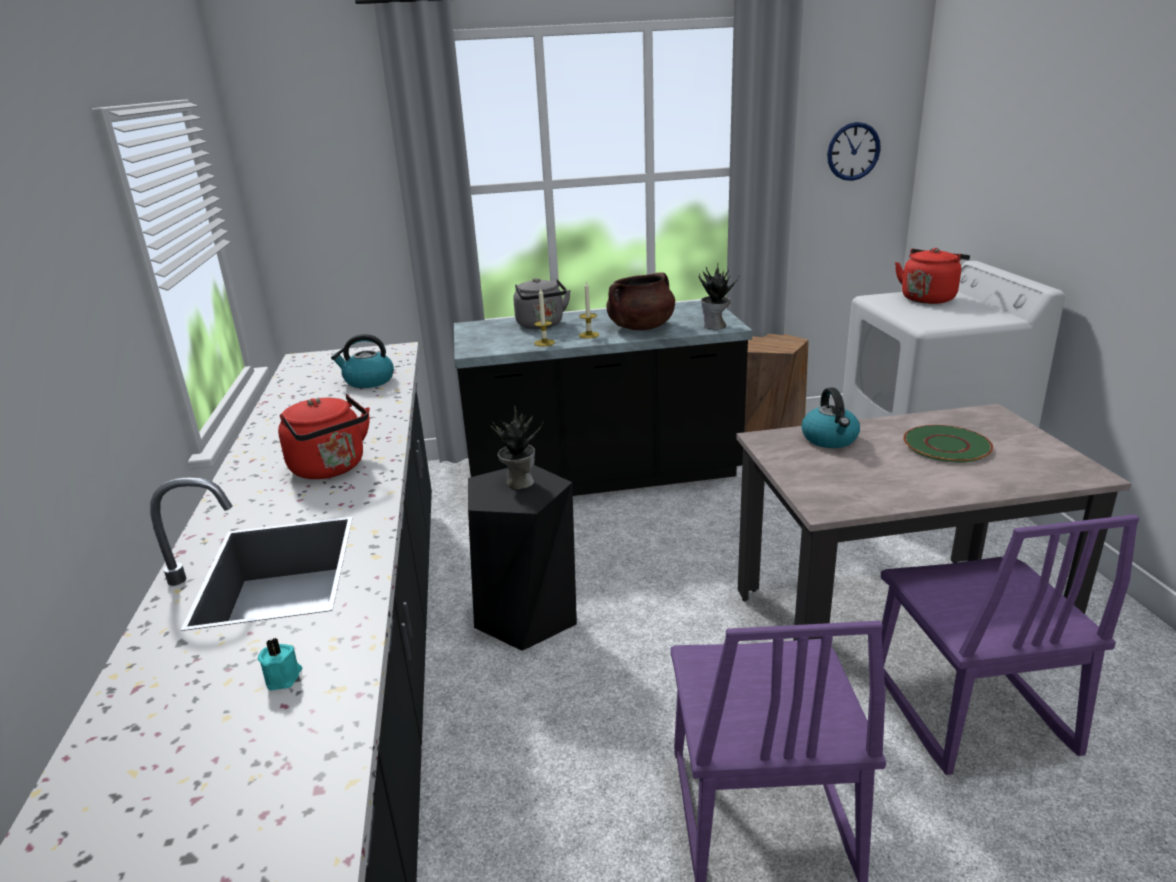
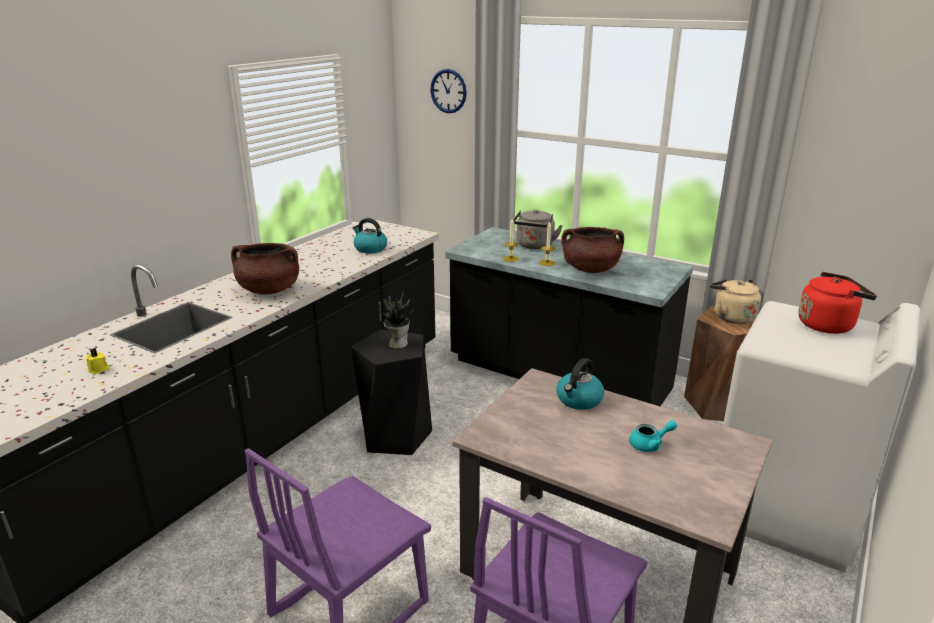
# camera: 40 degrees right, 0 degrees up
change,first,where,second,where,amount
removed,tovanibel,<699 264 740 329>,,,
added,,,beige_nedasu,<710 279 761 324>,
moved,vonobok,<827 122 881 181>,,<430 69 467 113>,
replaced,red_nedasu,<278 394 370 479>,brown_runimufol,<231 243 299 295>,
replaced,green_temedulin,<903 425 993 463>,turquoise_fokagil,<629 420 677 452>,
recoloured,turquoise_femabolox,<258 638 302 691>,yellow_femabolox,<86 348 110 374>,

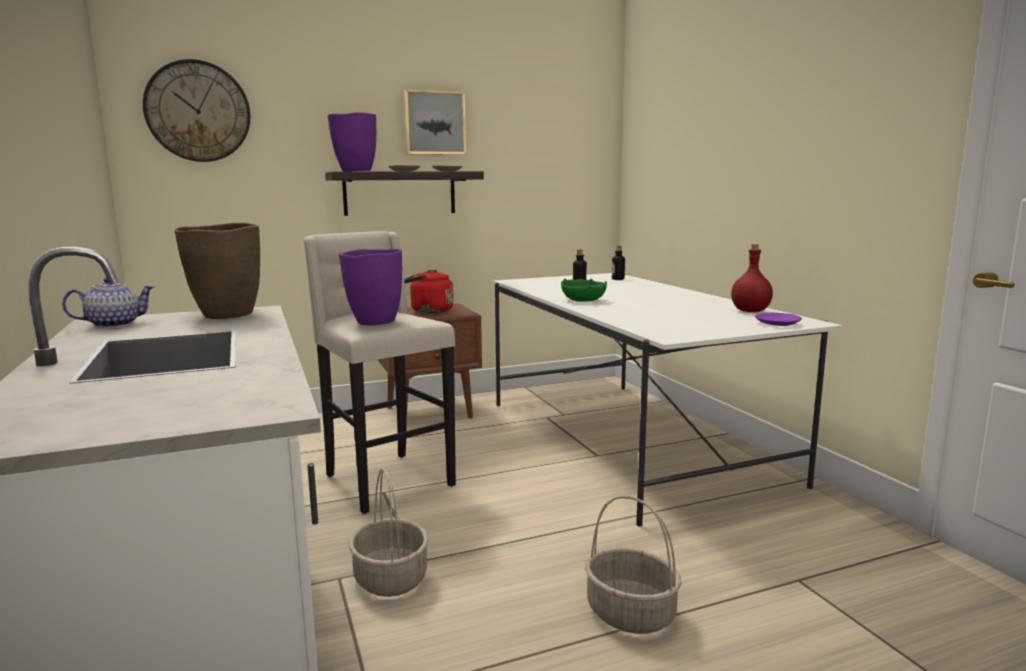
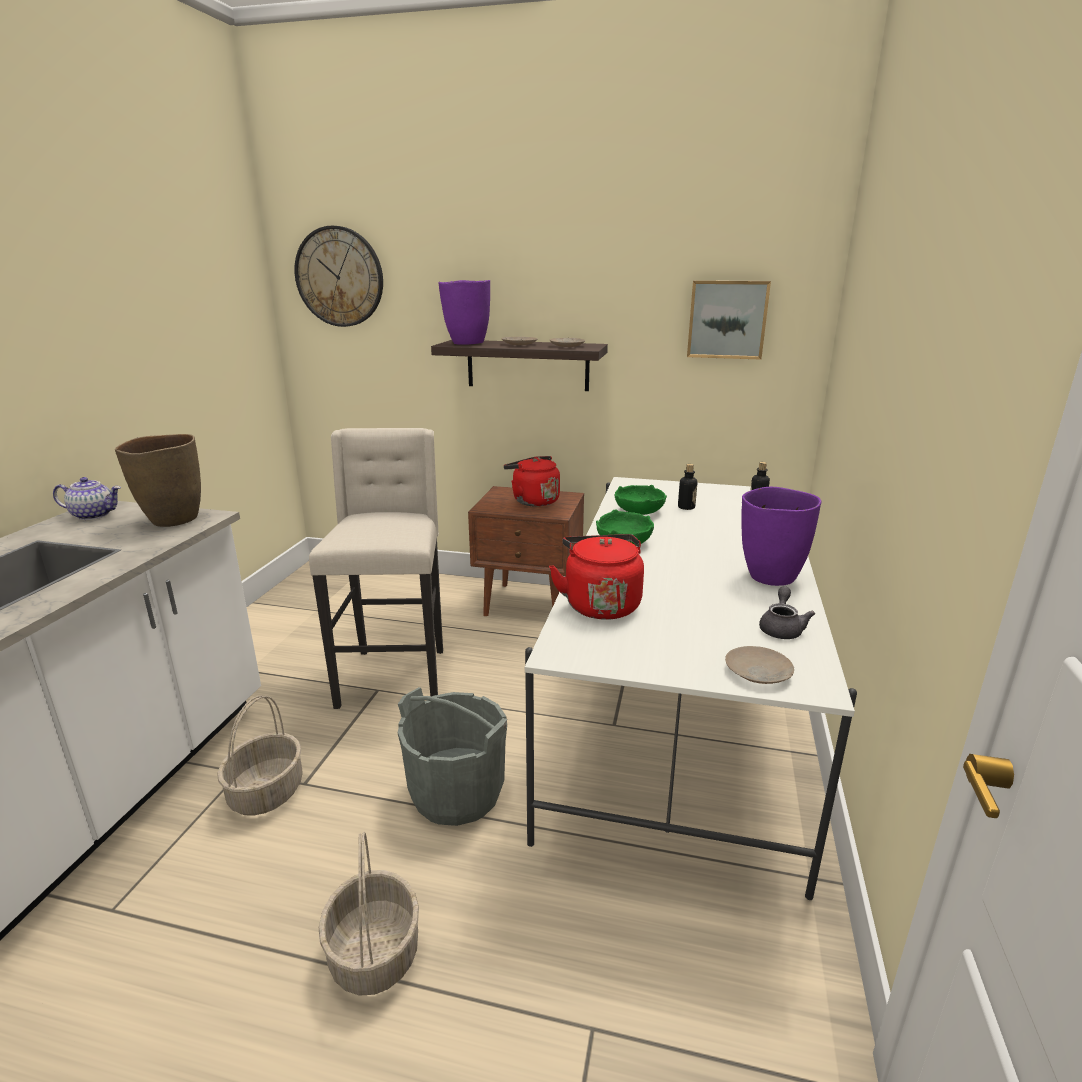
# camera: 35 degrees right, 10 degrees up
change,first,where,second,where,amount
added,,,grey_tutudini,<398 687 507 826>,
added,,,red_nedasu,<549 534 644 620>,
added,,,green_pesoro,<614 485 667 515>,
moved,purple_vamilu,<339 249 402 325>,,<741 487 821 586>,
moved,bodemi,<404 89 466 155>,,<687 280 771 360>,
replaced,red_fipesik,<731 244 773 312>,grey_fokagil,<759 586 815 639>,
recoloured,purple_temedulin,<755 313 802 326>,beige_temedulin,<725 646 794 684>,

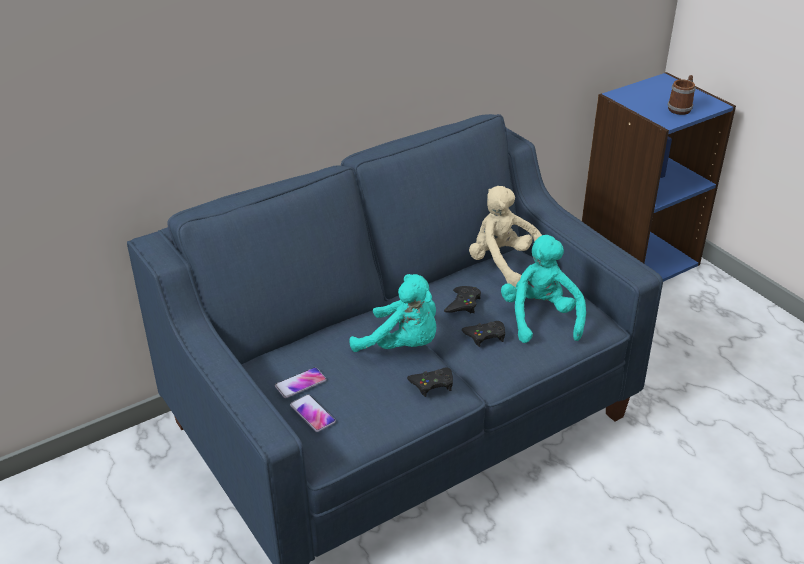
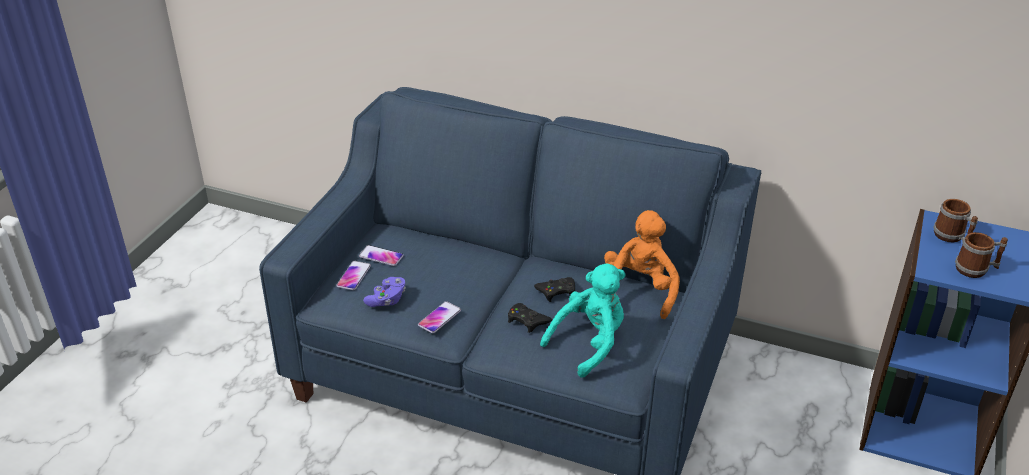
# camera: 55 degrees right, 0 degrees up
change,first,where,second,where,amount
removed,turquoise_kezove,<350 274 436 352>,,,
added,,,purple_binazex,<363 277 406 307>,
added,,,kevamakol,<933 199 978 242>,
replaced,black_binazex,<407 367 453 397>,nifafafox,<418 301 461 333>,
recoloured,beige_kezove,<469 186 542 287>,orange_kezove,<604 210 680 319>,

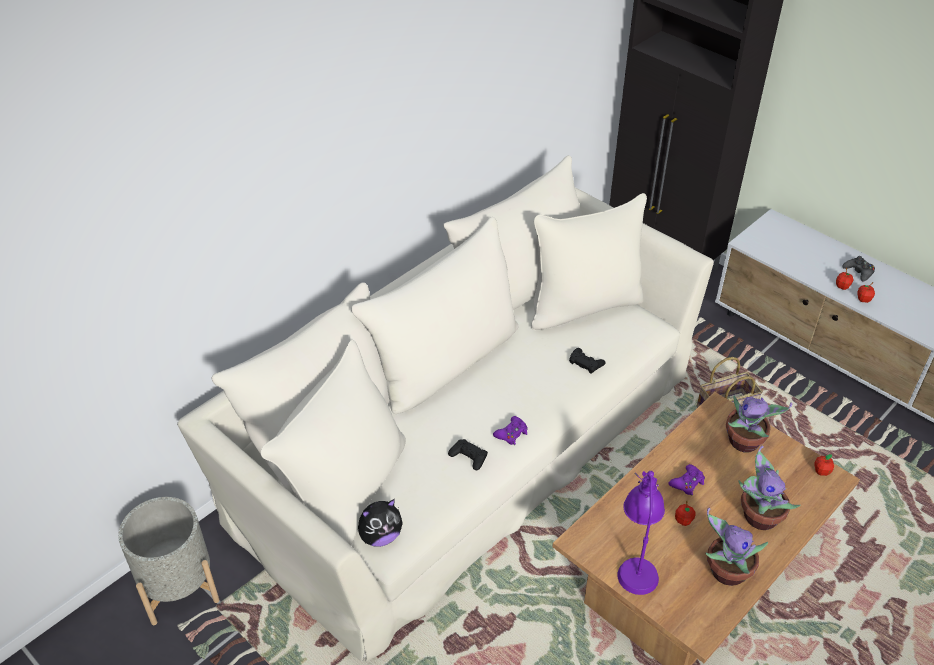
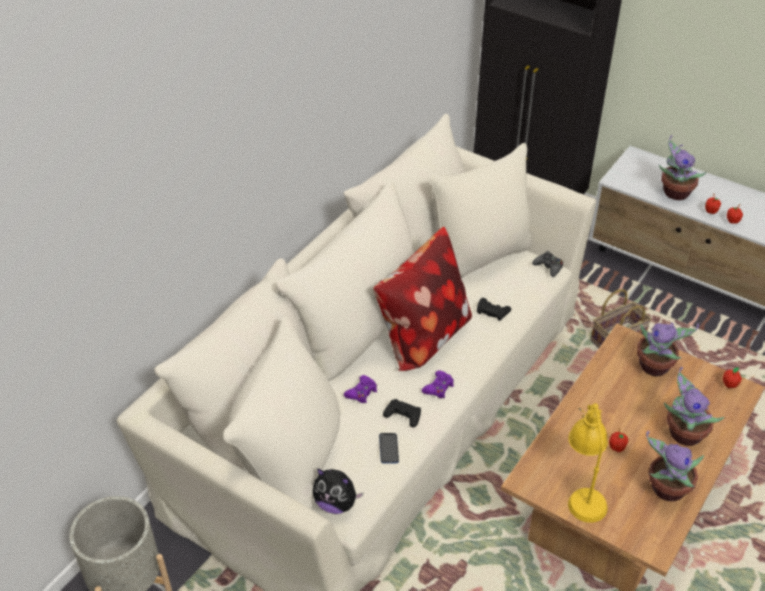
# camera: 10 degrees left, 0 degrees up
change,first,where,second,where,amount
added,,,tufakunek,<373 227 472 371>,
added,,,nifafafox,<379 433 399 463>,
added,,,tovanibel,<659 135 707 200>,
moved,purple_binazex,<669 464 705 496>,,<344 375 377 403>,
moved,black_binazex,<842 256 875 282>,,<532 251 563 277>,
recoloured,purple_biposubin,<617 471 665 595>,yellow_biposubin,<568 403 608 523>,
turned,kezove,<358 499 403 547>,,<313 468 364 514>,60 degrees clockwise

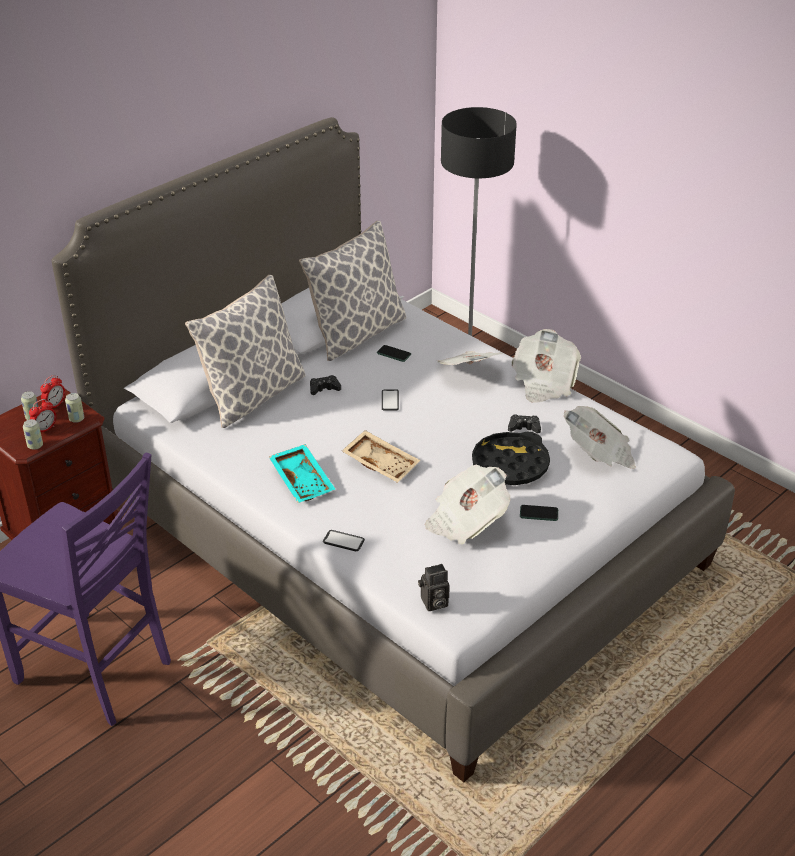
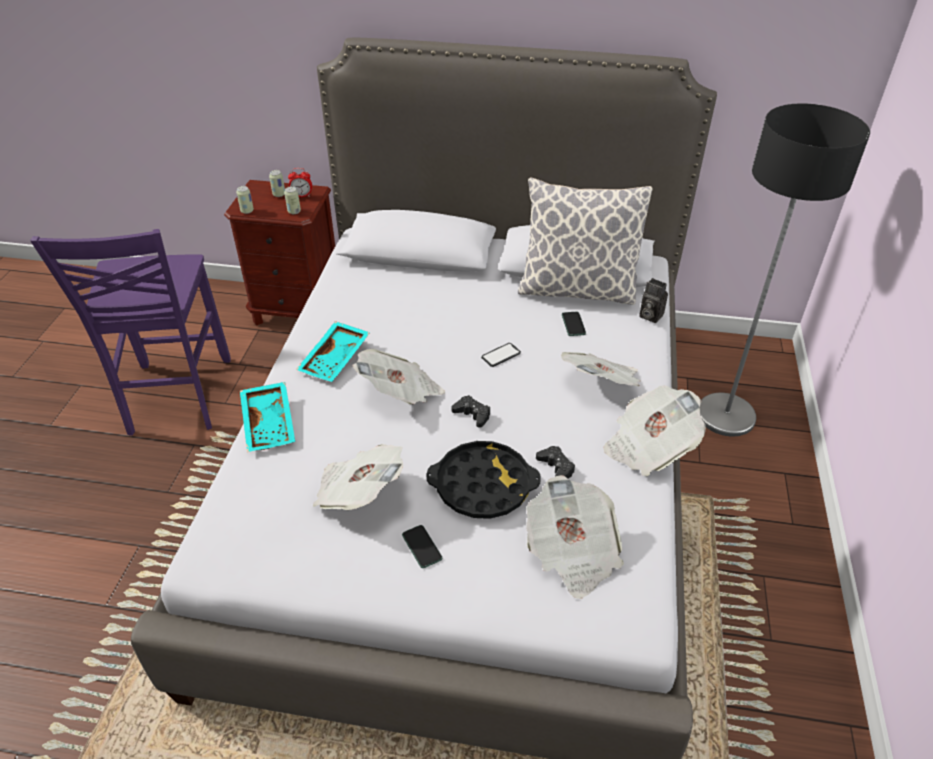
# camera: 55 degrees right, 5 degrees up
change,first,where,second,where,amount
removed,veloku,<29 399 56 432>,,,
removed,tufakunek,<185 275 306 428>,,,
moved,black_binazex,<310 375 341 395>,,<452 395 490 428>,
moved,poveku,<418 564 450 611>,,<639 278 668 323>,
replaced,nifafafox,<323 530 365 551>,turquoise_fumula,<240 382 295 452>,
replaced,beige_fumula,<342 430 420 483>,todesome,<352 349 445 405>,

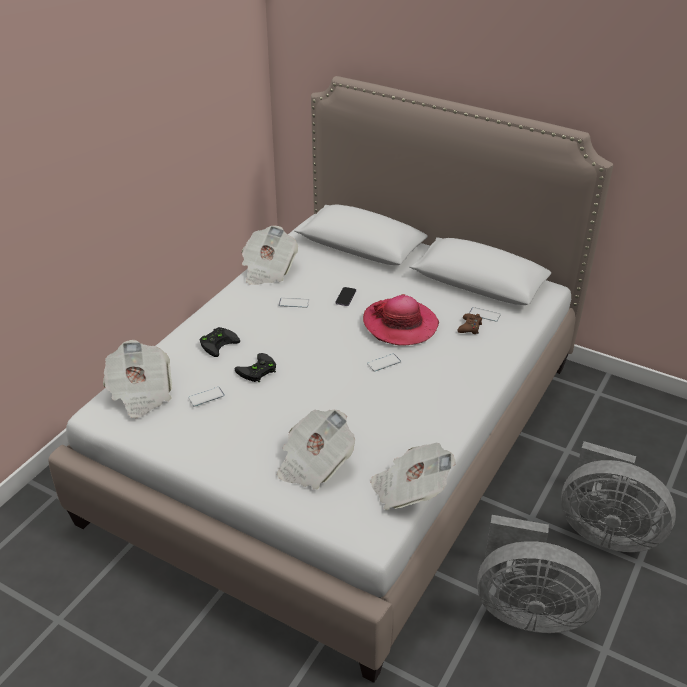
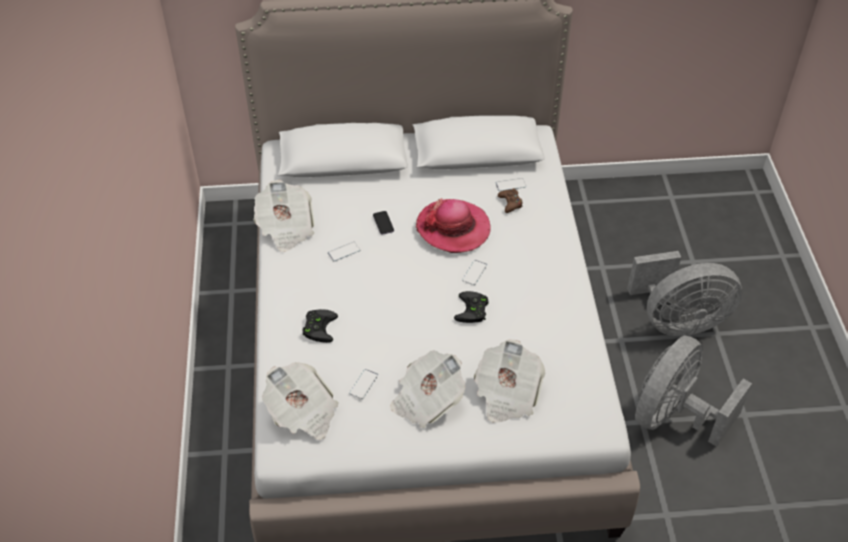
# camera: 35 degrees left, 10 degrees up
change,first,where,second,where,amount
moved,black_binazex,<235 353 276 382>,,<454 291 489 323>,
moved,todesome,<370 443 455 510>,,<390 350 465 428>,
turned,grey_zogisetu,<477 515 601 633>,,<635 335 752 447>,150 degrees clockwise

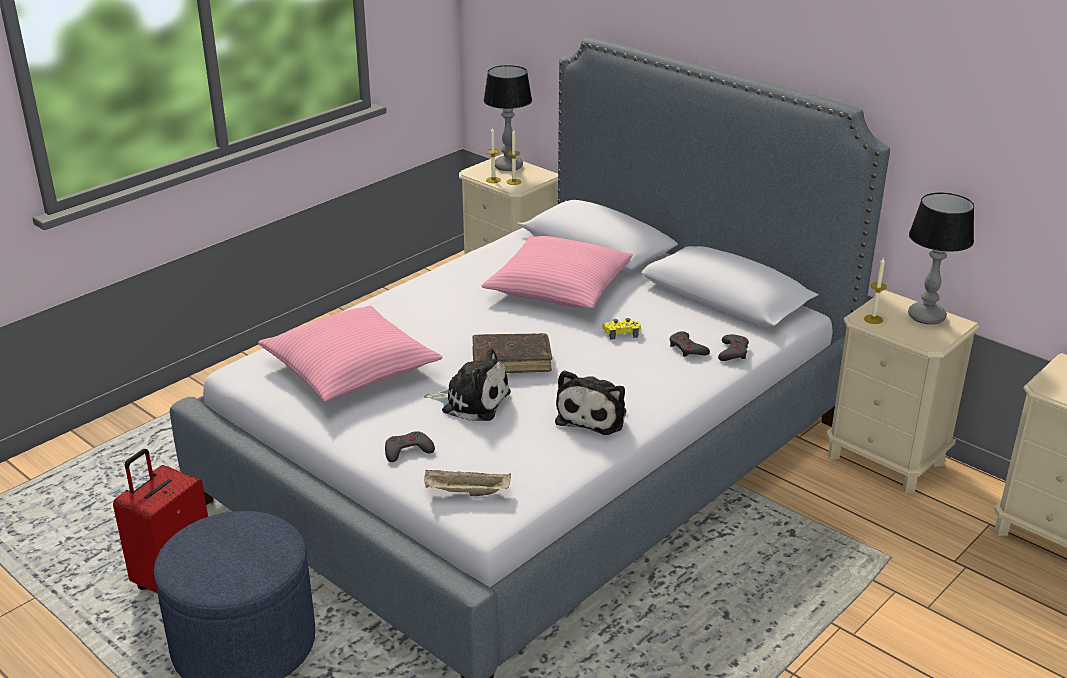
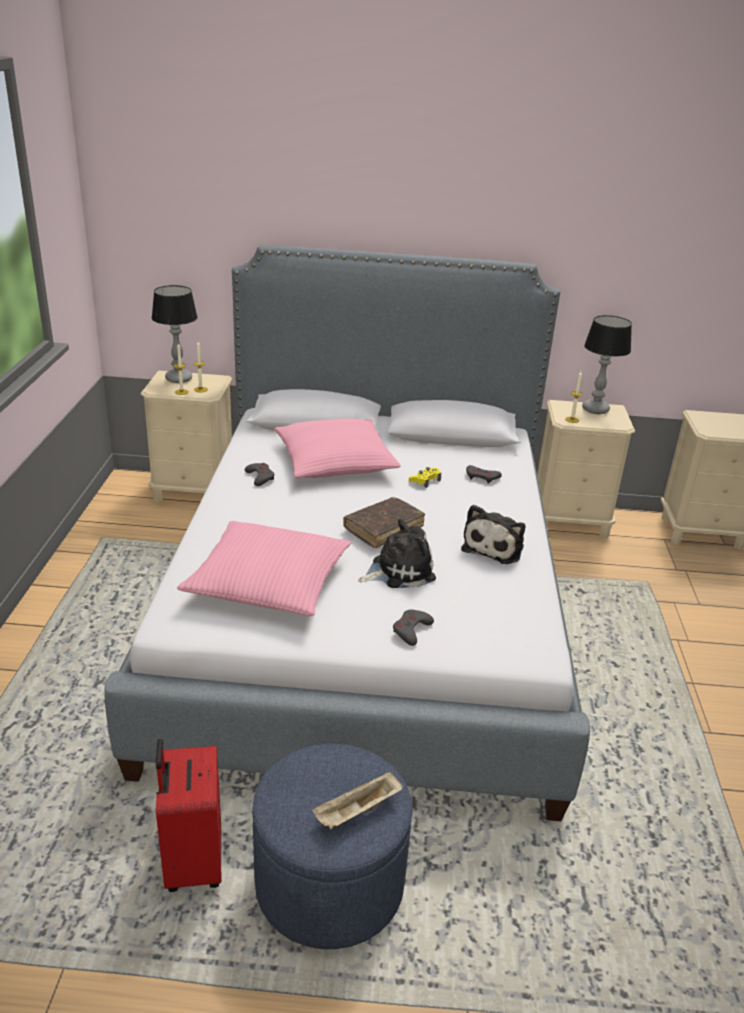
# camera: 40 degrees left, 0 degrees up
change,first,where,second,where,amount
moved,beige_fumula,<424 469 511 496>,,<312 771 403 829>,
moved,grey_binazex,<718 334 749 361>,,<245 463 275 486>,
turned,kezove,<555 370 626 435>,,<461 505 525 564>,45 degrees clockwise

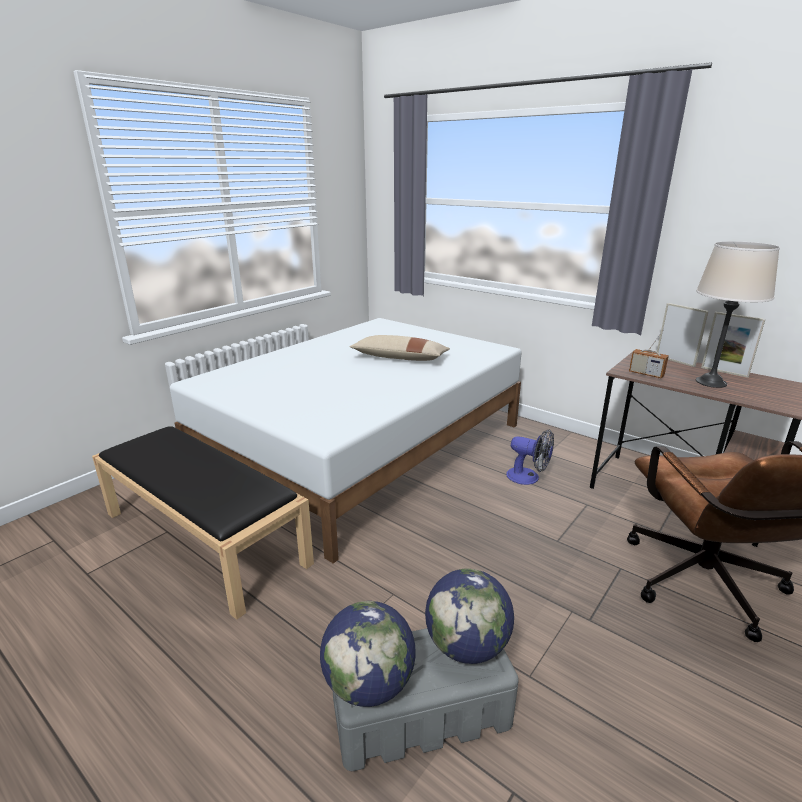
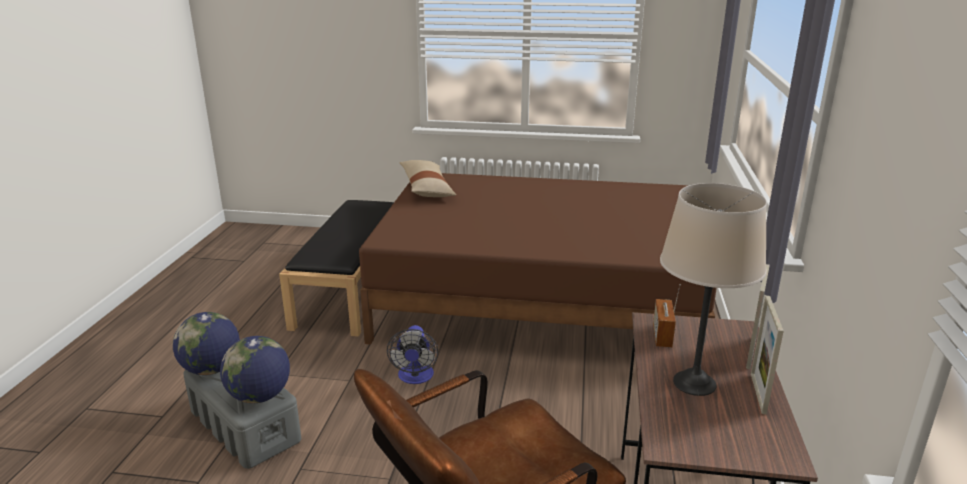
# camera: 60 degrees right, 0 degrees up
change,first,where,second,where,amount
moved,beige_tufakunek,<349 335 450 361>,,<400 160 456 197>,
moved,zogisetu,<506 429 554 485>,,<387 325 438 384>,
recoloured,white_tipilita,<170 318 522 563>,brown_tipilita,<359 173 717 345>,

